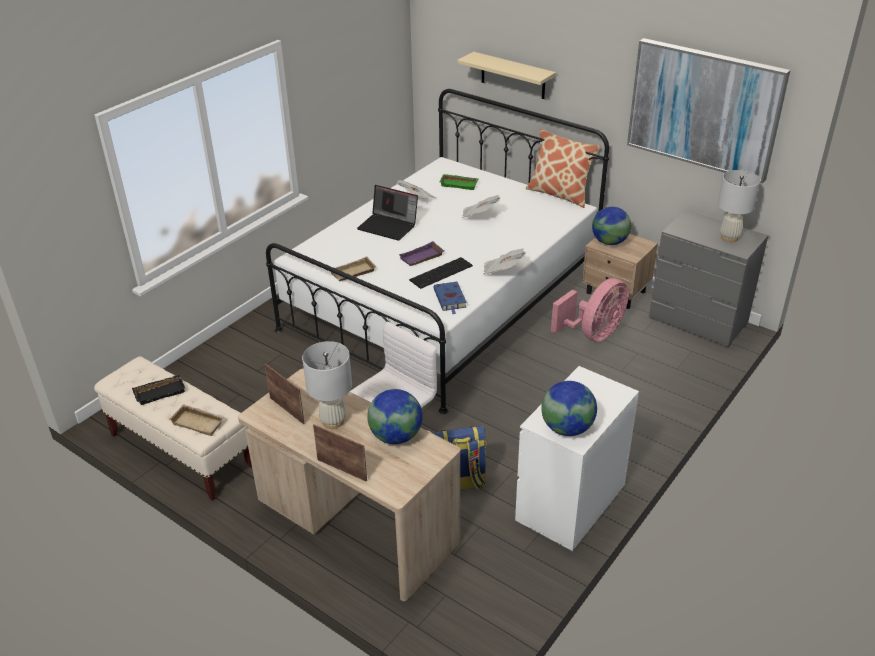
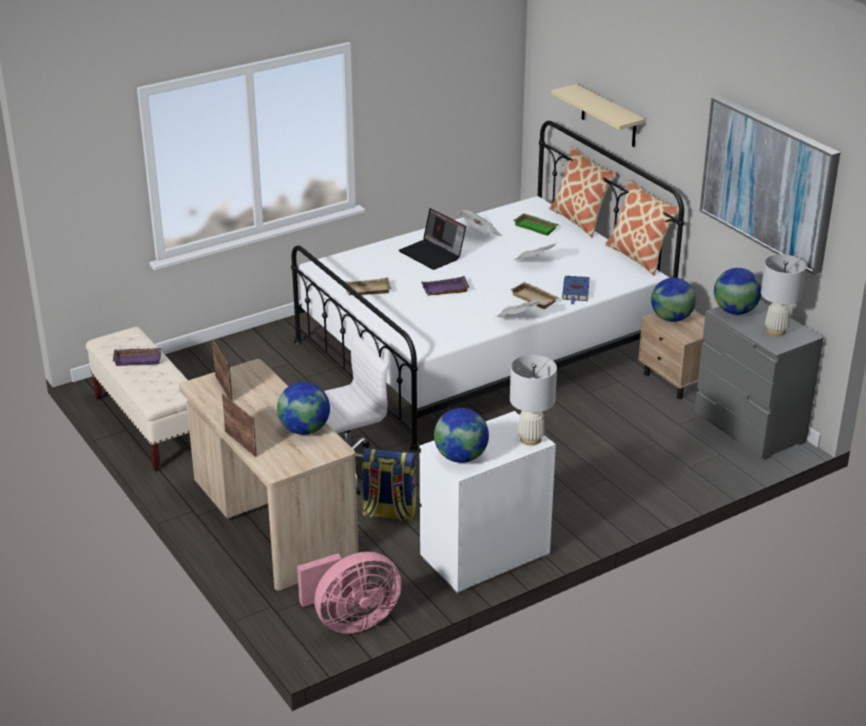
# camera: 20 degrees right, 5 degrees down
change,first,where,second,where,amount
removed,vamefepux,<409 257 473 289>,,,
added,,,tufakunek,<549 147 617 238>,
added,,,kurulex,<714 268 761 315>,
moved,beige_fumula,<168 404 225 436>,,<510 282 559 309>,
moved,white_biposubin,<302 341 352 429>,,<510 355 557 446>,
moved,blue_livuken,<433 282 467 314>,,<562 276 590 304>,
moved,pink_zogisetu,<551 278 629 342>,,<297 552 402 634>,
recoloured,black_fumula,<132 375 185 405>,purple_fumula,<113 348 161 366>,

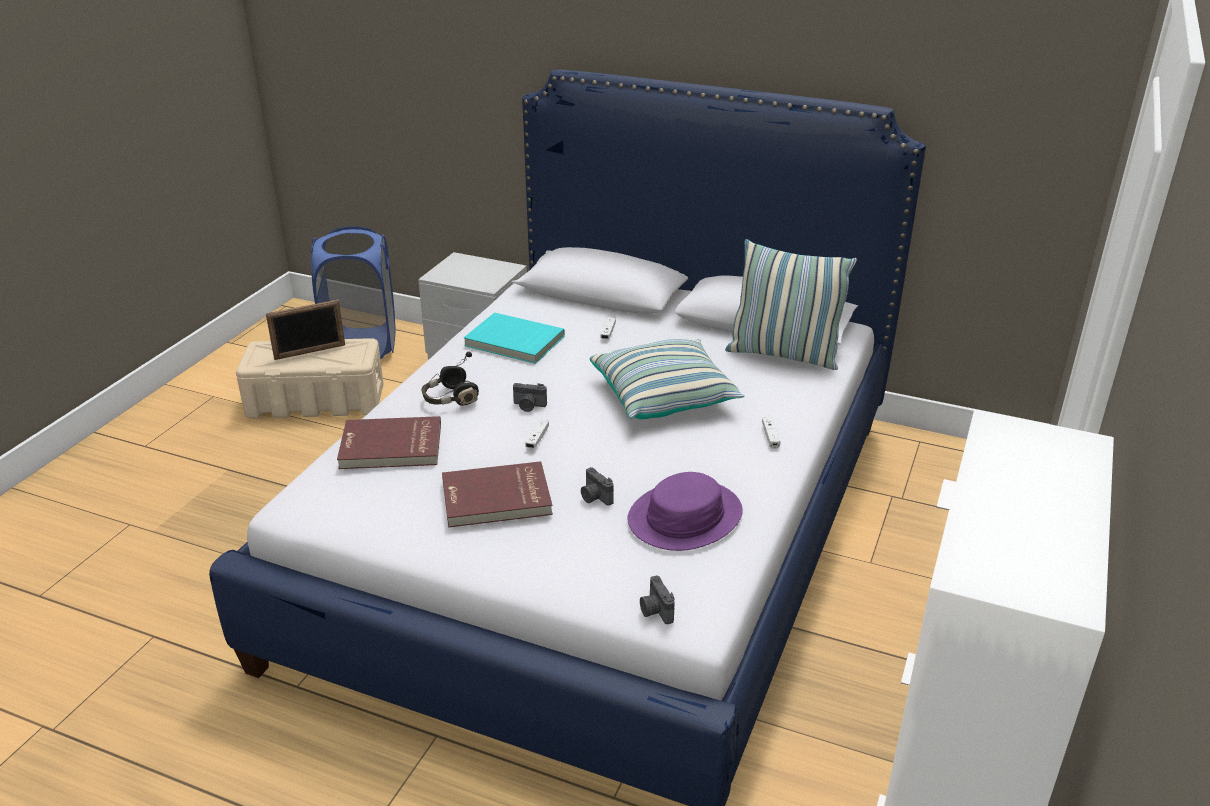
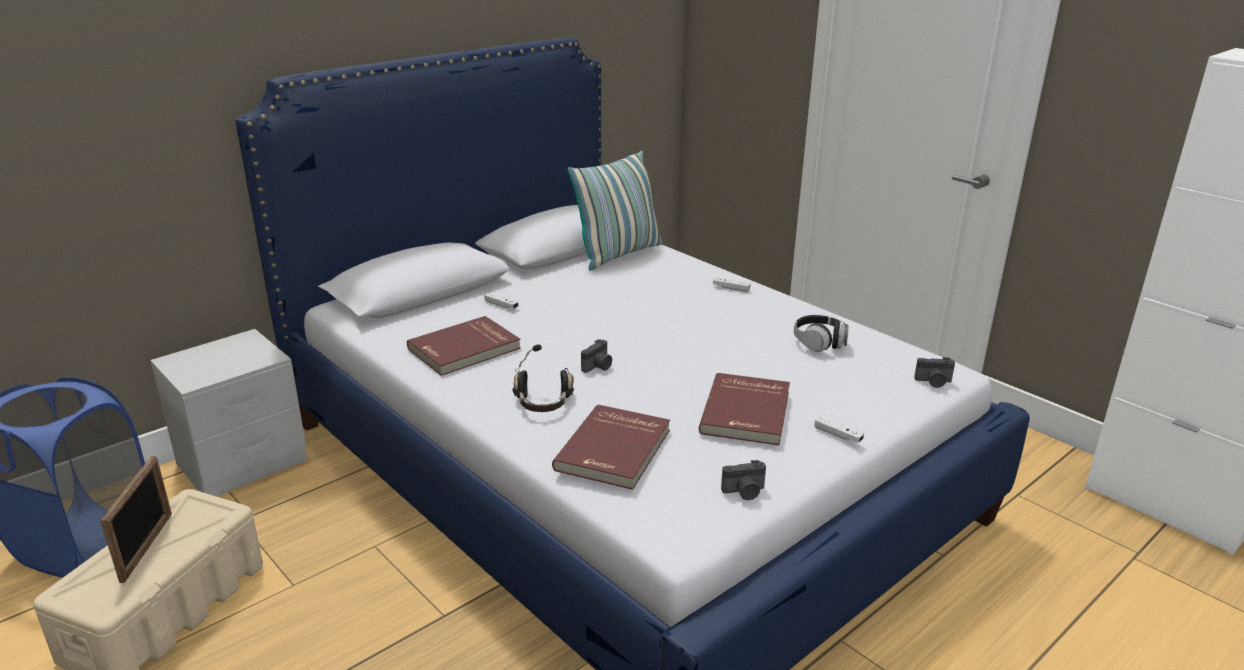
# camera: 65 degrees left, 5 degrees down
change,first,where,second,where,amount
removed,tufakunek,<589 339 745 419>,,,
moved,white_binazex,<525 419 549 449>,,<815 416 864 443>,
moved,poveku,<581 467 614 506>,,<721 460 766 500>,
replaced,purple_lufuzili,<627 472 743 551>,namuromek,<794 315 849 352>,
recoloured,turquoise_livuken,<464 312 565 364>,red_livuken,<407 316 521 376>,

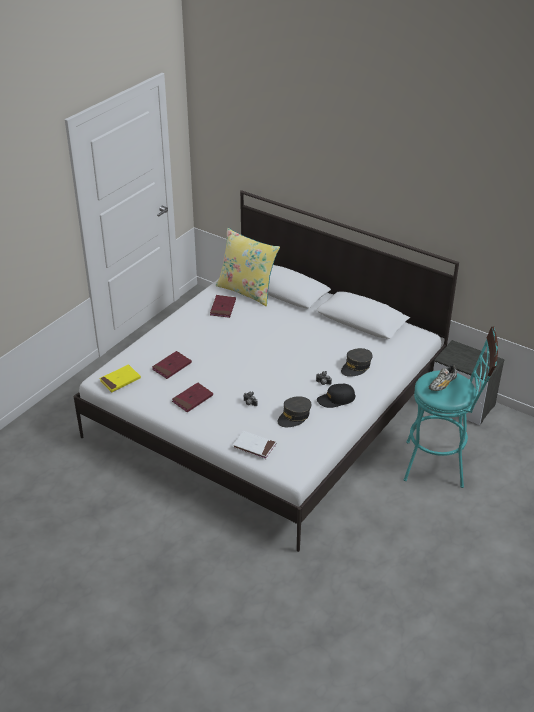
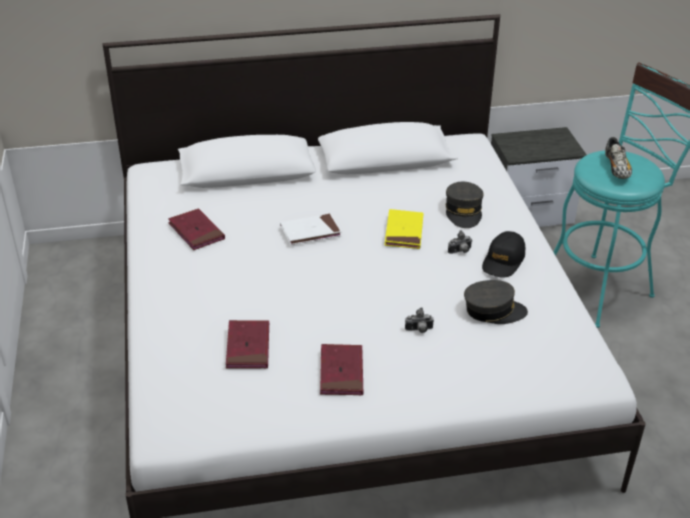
# camera: 45 degrees left, 0 degrees up
change,first,where,second,where,amount
removed,yellow_tufakunek,<216 228 280 306>,,,
moved,yellow_livuken,<99 364 141 393>,,<384 209 424 249>,
moved,white_livuken,<233 431 277 459>,,<280 214 342 245>,
turned,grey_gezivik,<277 396 312 427>,,<464 280 528 324>,90 degrees counterclockwise

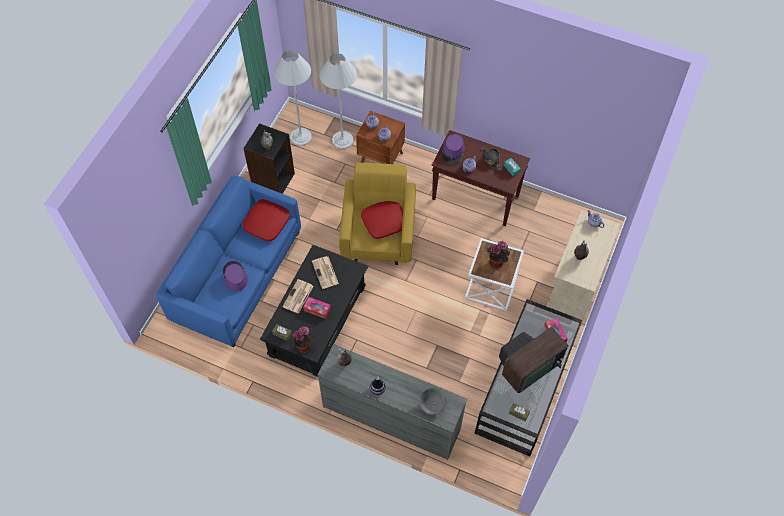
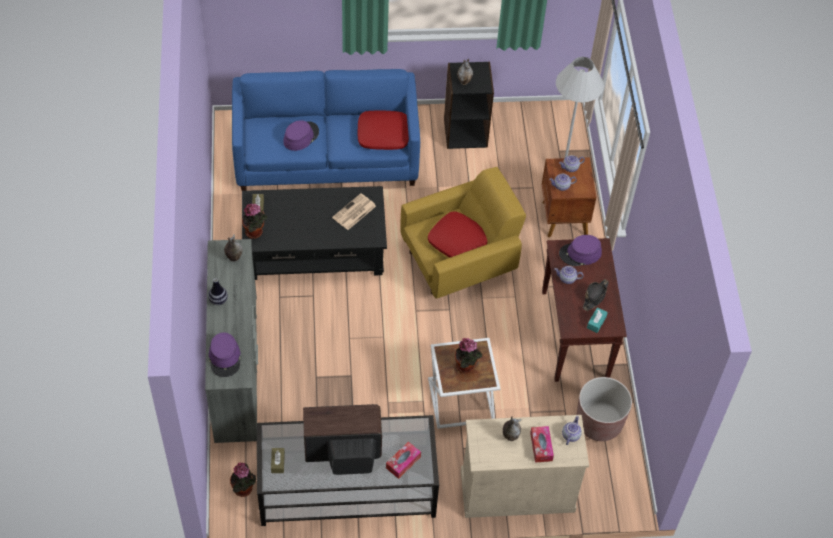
# camera: 60 degrees right, 5 degrees down
change,first,where,second,where,amount
removed,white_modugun,<274 50 312 146>,,,
removed,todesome,<282 279 313 314>,,,
added,,,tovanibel,<230 463 256 497>,
added,,,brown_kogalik,<576 377 632 441>,
moved,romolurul,<303 297 331 319>,,<530 426 554 463>,
replaced,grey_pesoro,<419 388 447 415>,purple_lufuzili,<209 332 241 377>,
turned,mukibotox,<499 327 568 393>,,<303 404 382 475>,150 degrees clockwise

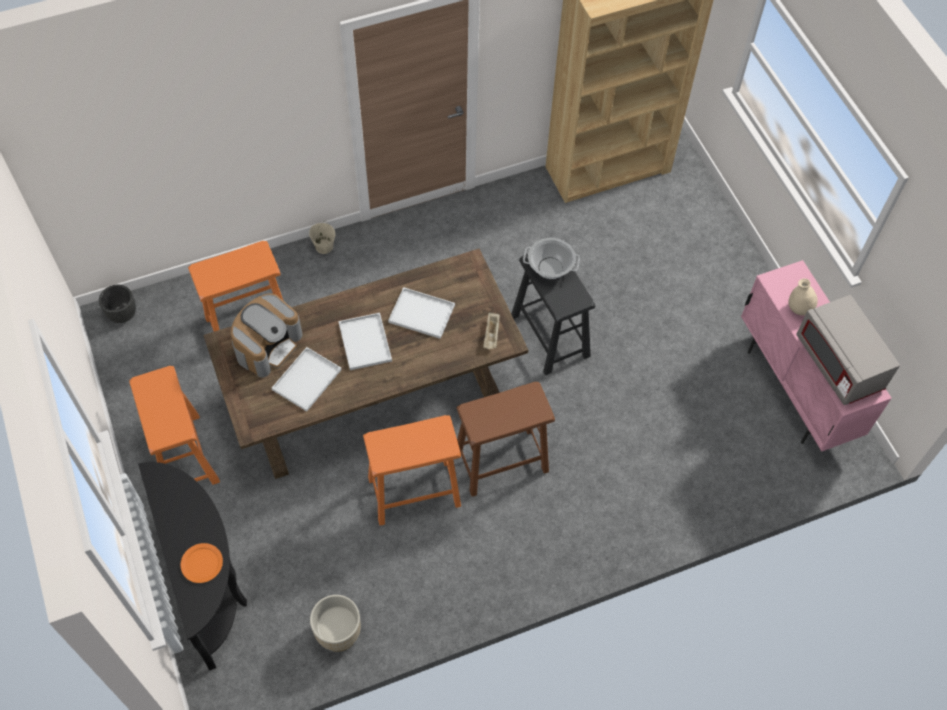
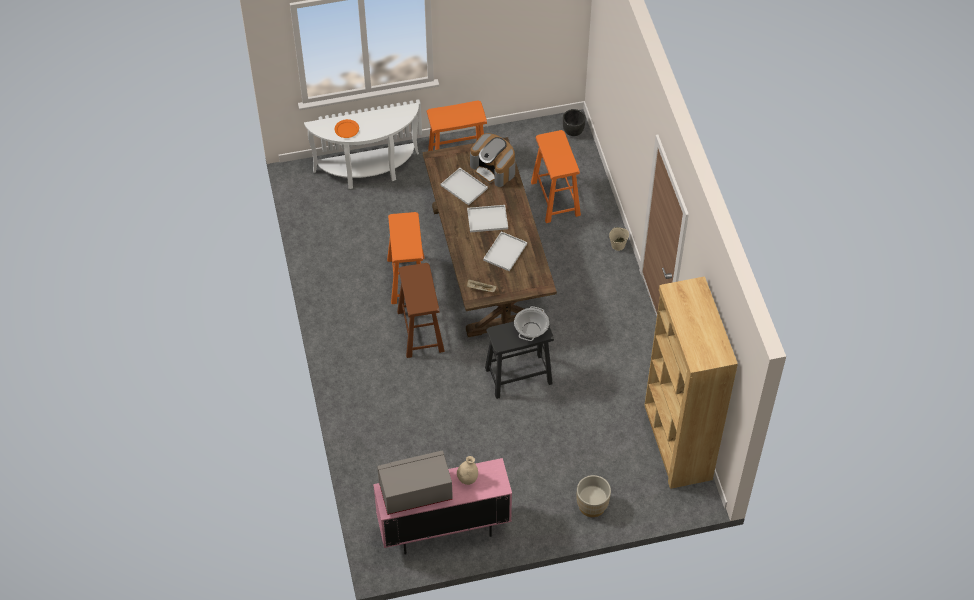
# camera: 100 degrees right, 5 degrees down
change,first,where,second,where,amount
moved,beige_kogalik,<310 595 361 652>,,<577 475 611 517>,
recoloured,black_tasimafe,<138 462 247 670>,white_tasimafe,<304 103 419 189>,

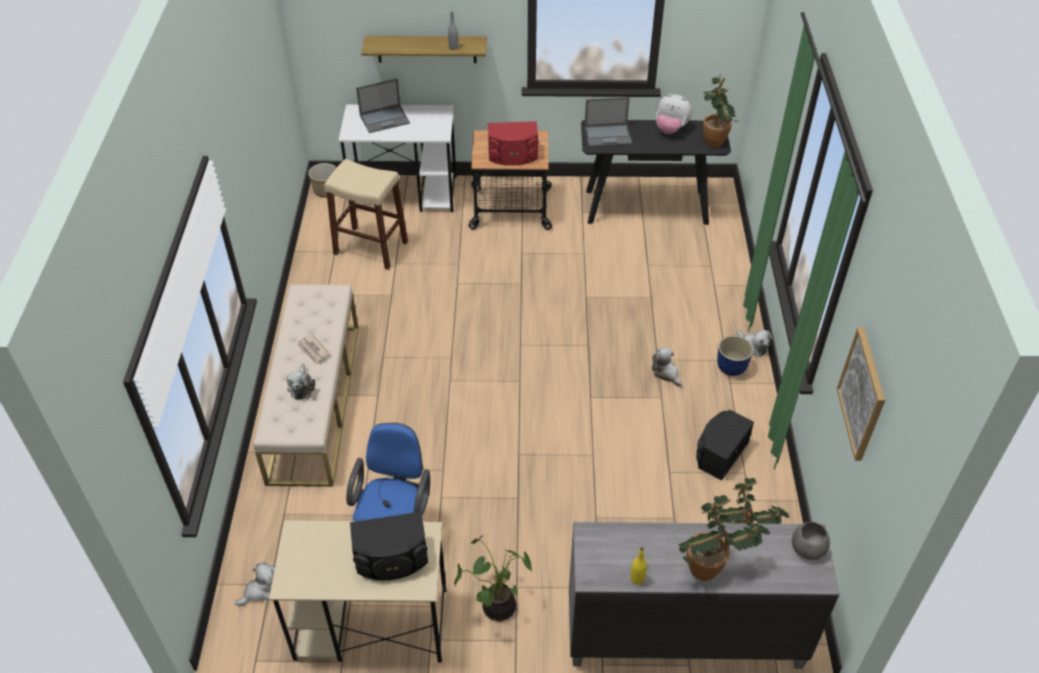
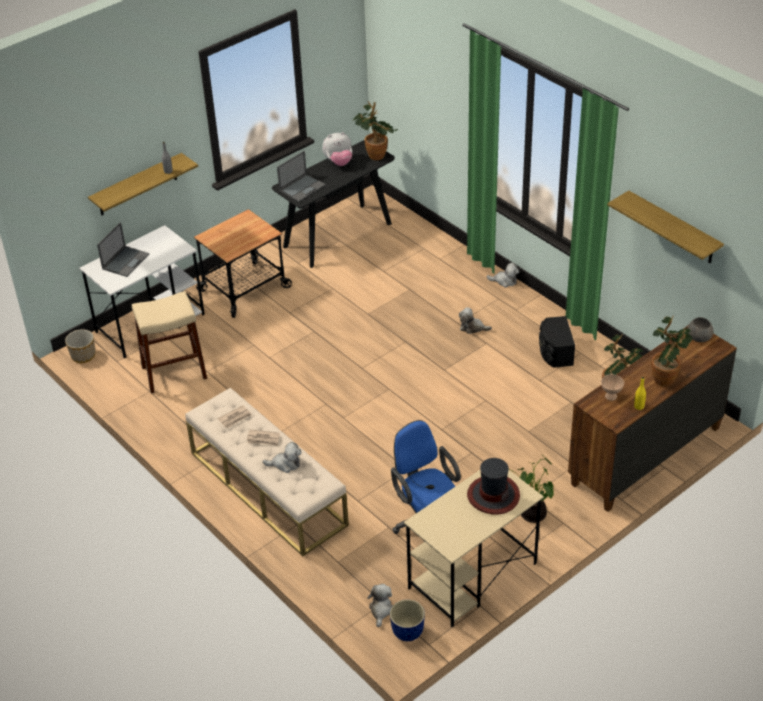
# camera: 40 degrees left, 5 degrees down
change,first,where,second,where,amount
removed,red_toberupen,<488 121 539 166>,,,
added,,,todesome,<217 405 252 428>,
added,,,beige_pesoro,<601 375 624 401>,
moved,kogalik,<717 336 753 376>,,<390 599 425 641>,
replaced,black_toberupen,<350 512 428 580>,lufuzili,<467 458 520 514>,
replaced,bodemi,<837 327 885 461>,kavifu,<607 191 724 263>,
recoloured,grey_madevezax,<569 522 840 669>,brown_madevezax,<568 326 737 512>,
turned,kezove,<286 363 315 400>,,<263 442 301 473>,45 degrees counterclockwise

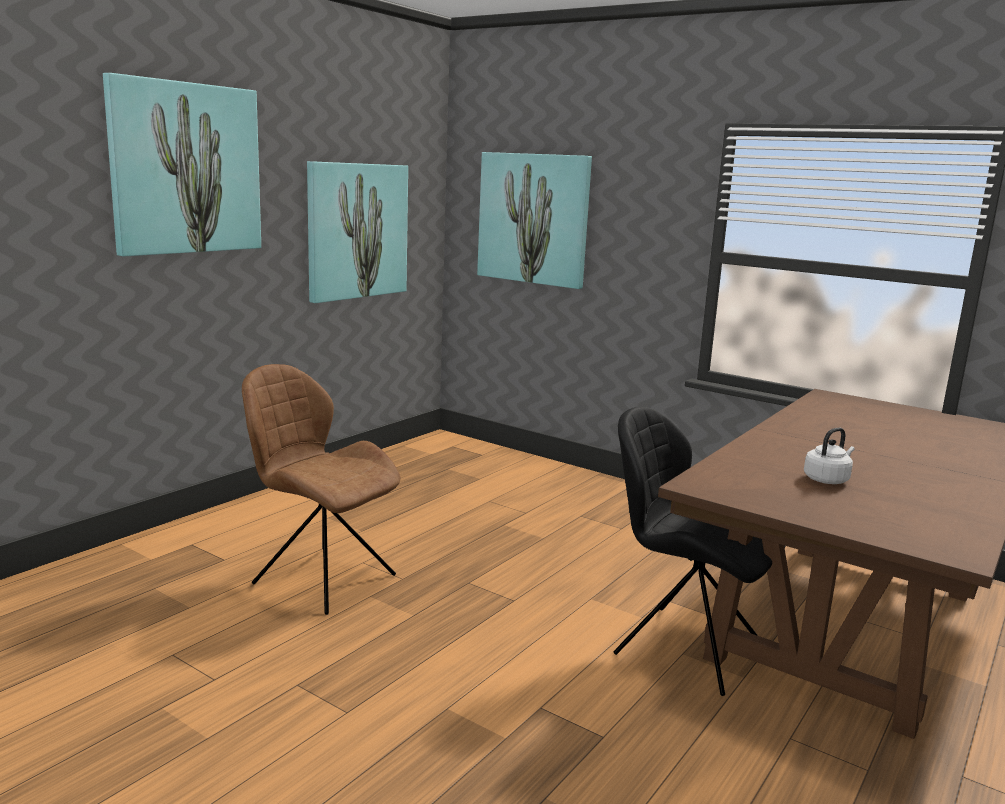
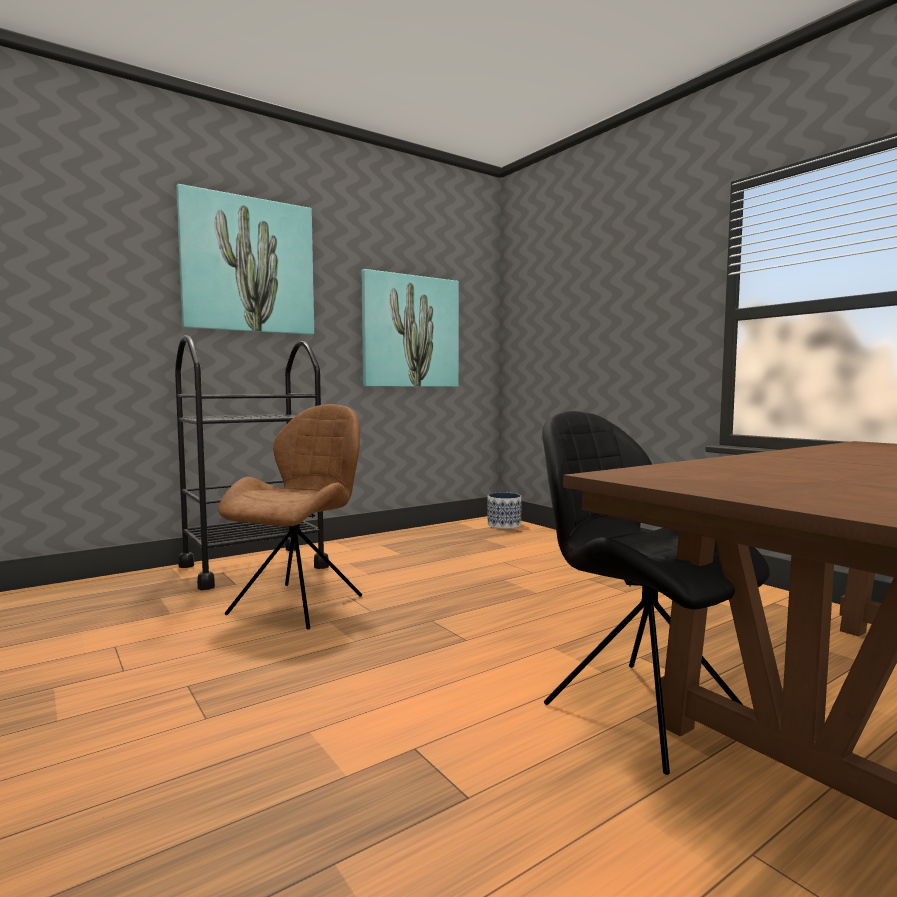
# camera: 20 degrees right, 10 degrees down
change,first,where,second,where,amount
removed,bodemi,<477 152 592 289>,,,
removed,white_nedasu,<804 428 855 484>,,,
added,,,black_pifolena,<175 335 329 590>,
added,,,kogalik,<487 493 522 529>,
turned,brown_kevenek,<242 364 400 615>,,<218 404 362 630>,60 degrees clockwise

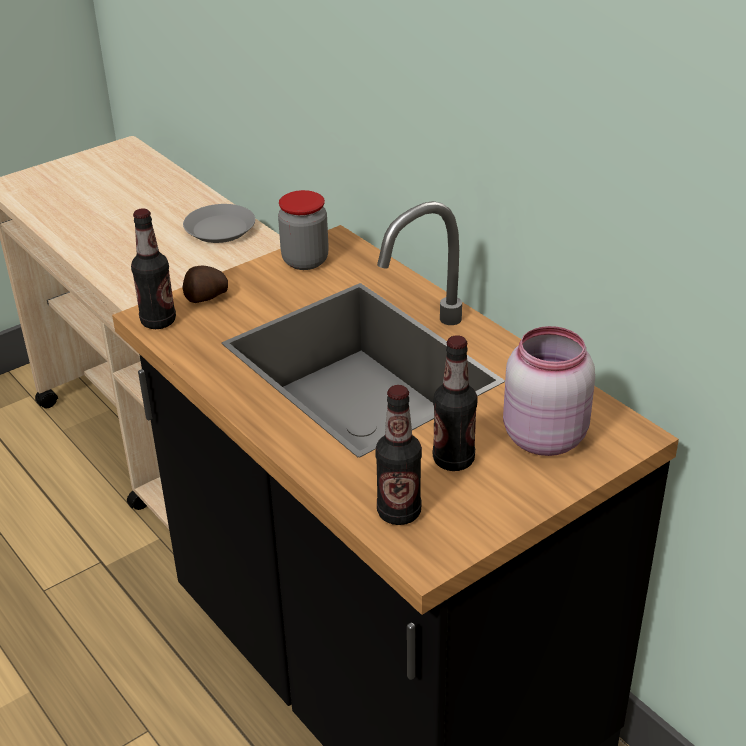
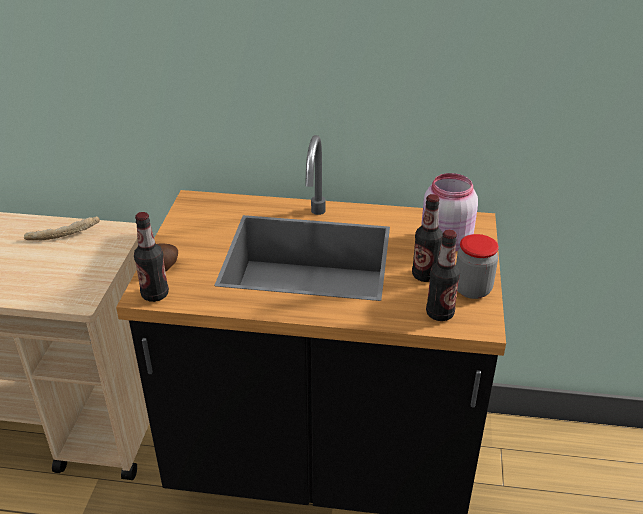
# camera: 45 degrees left, 0 degrees up
change,first,where,second,where,amount
moved,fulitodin,<278 190 329 270>,,<456 234 499 299>,
replaced,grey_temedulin,<183 204 255 243>,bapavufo,<24 216 100 241>,

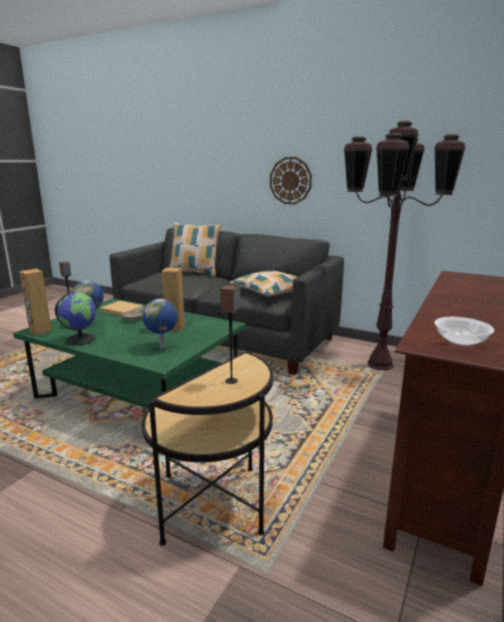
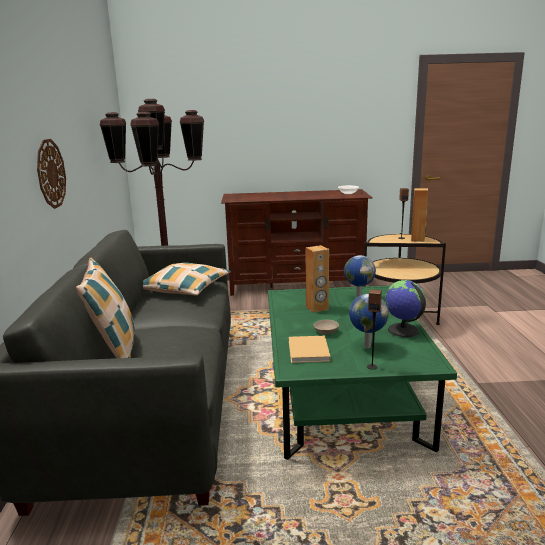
# camera: 120 degrees left, 0 degrees up
change,first,where,second,where,amount
moved,brown_toberupen,<19 269 52 335>,,<411 188 428 242>,

